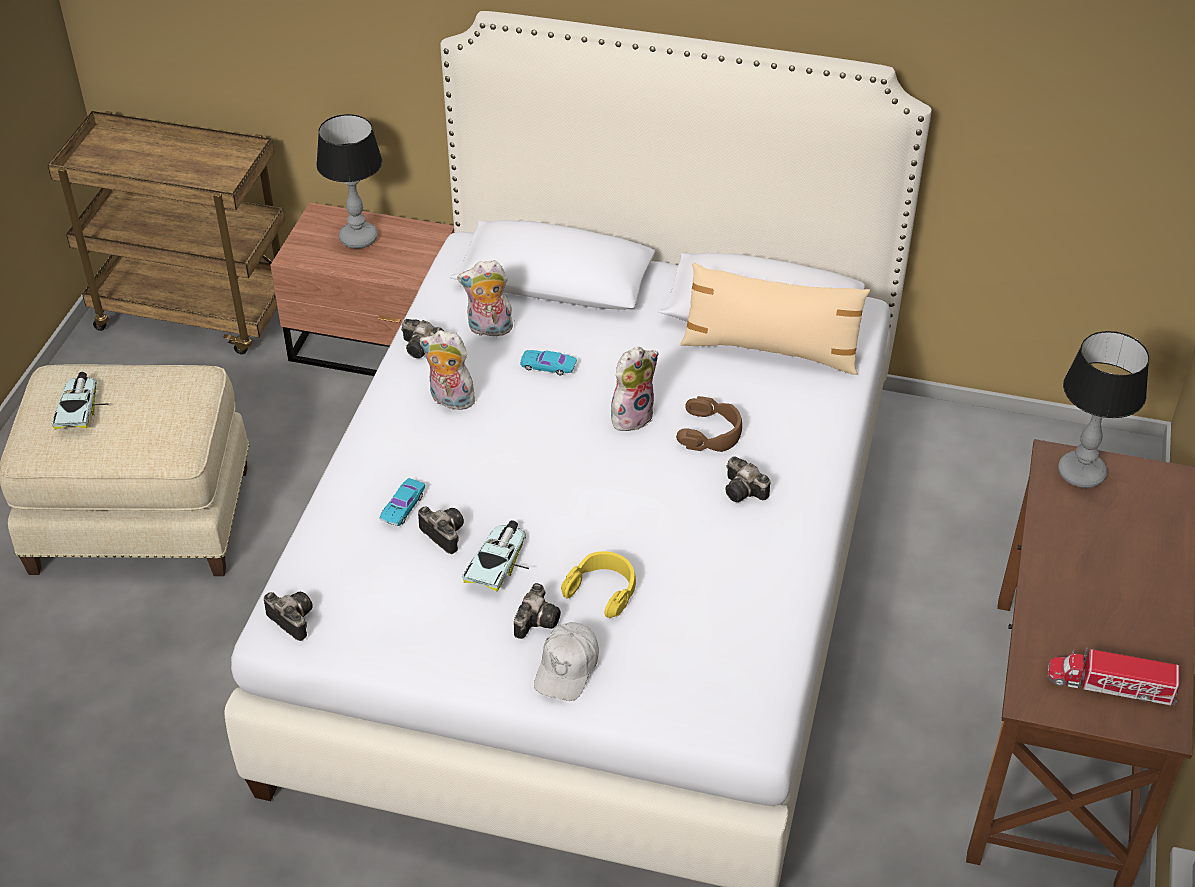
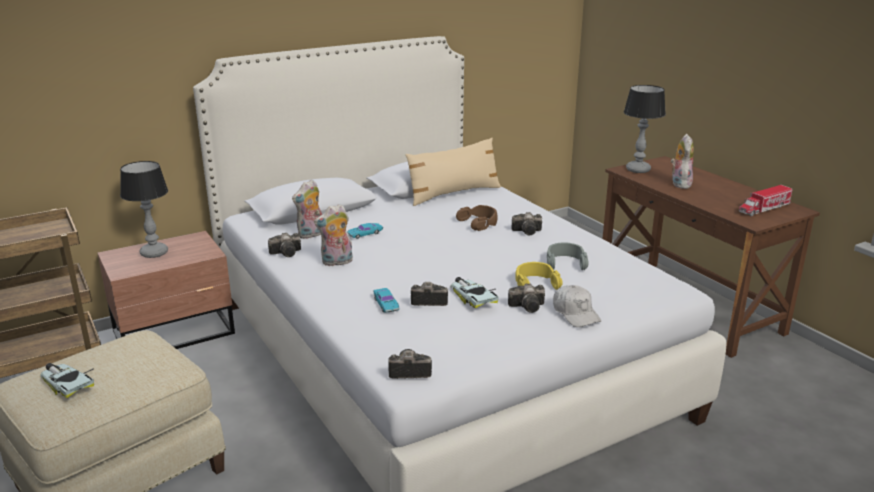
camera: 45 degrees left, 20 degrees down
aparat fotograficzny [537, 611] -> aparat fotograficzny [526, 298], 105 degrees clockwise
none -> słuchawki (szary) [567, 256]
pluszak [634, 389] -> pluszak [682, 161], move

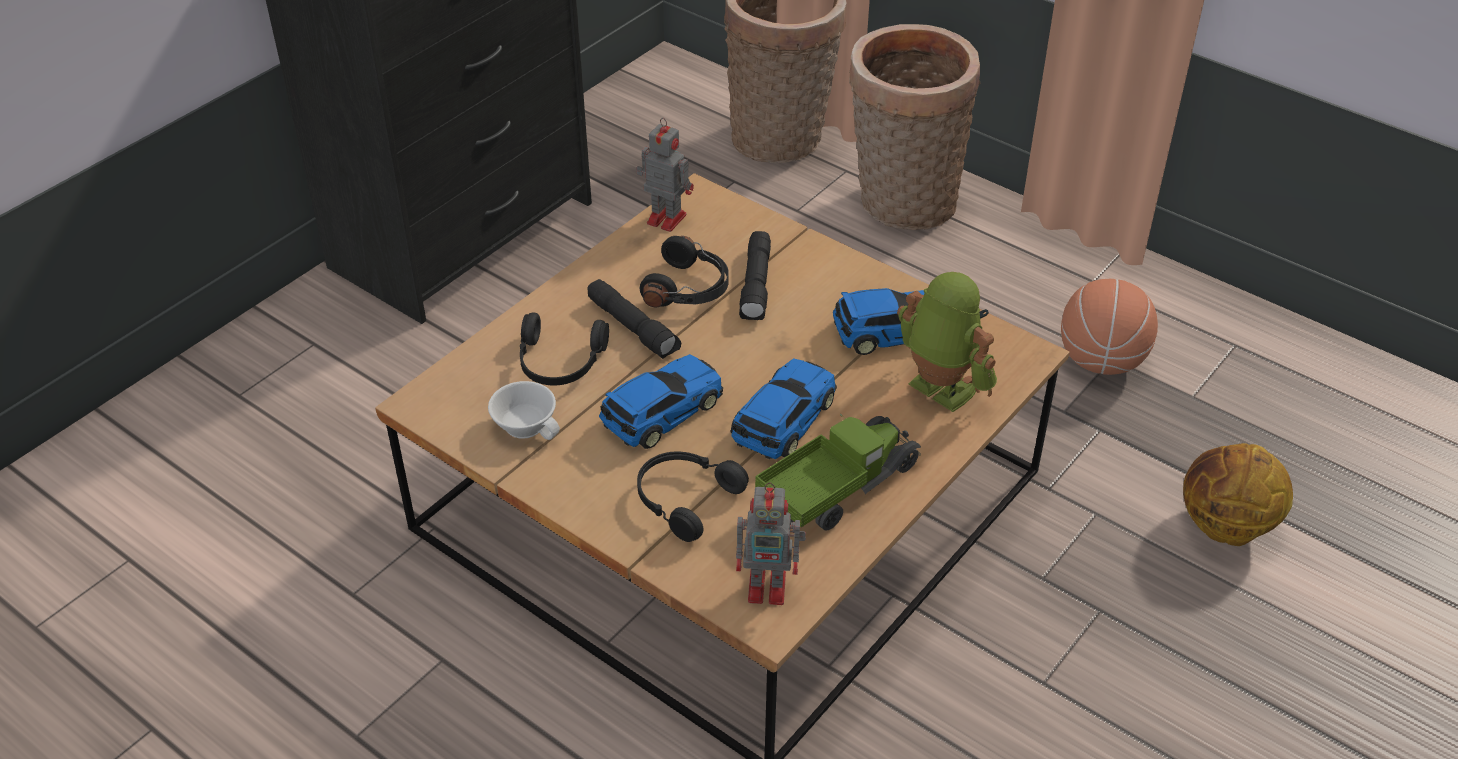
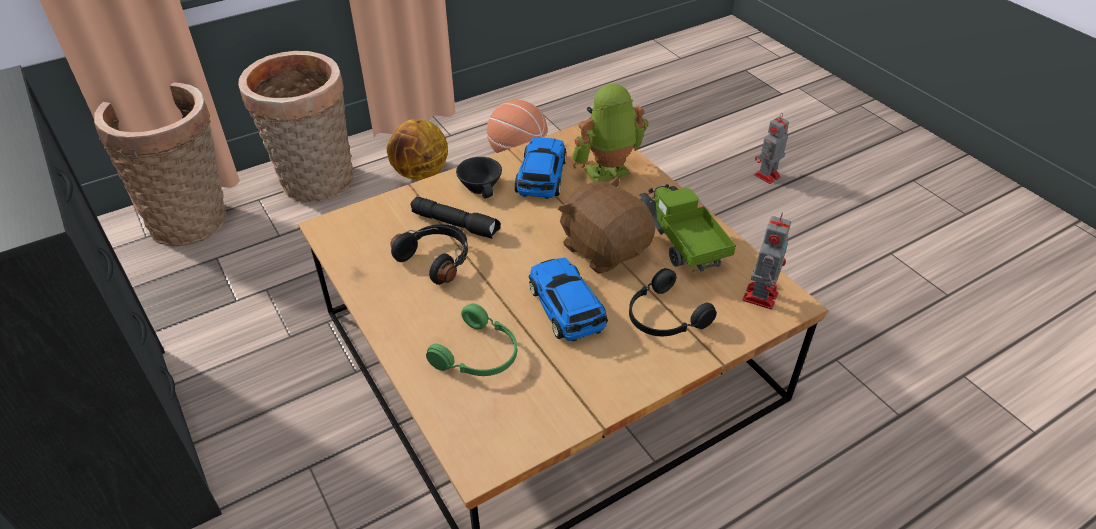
camera: 70 degrees left, 0 degrees up
piłka do koszykówki [1238, 494] -> piłka do koszykówki [417, 149], move
słuchawki (czarny) [564, 348] -> słuchawki (zielony) [471, 339]
none -> filiżanka (czarny) [479, 177]
samochodzik [783, 408] -> pluszak (brązowy) [606, 225]
robot zabawkowy [665, 175] -> robot zabawkowy [771, 148], move
filiżanka (biały) [524, 410] -> none
latarka (czarny) [634, 319] -> none

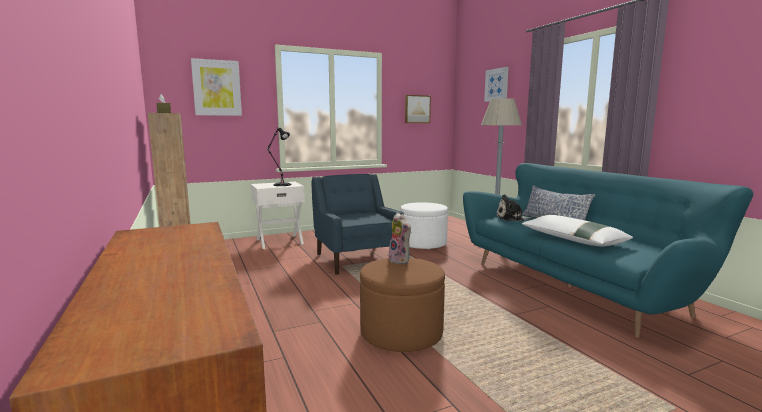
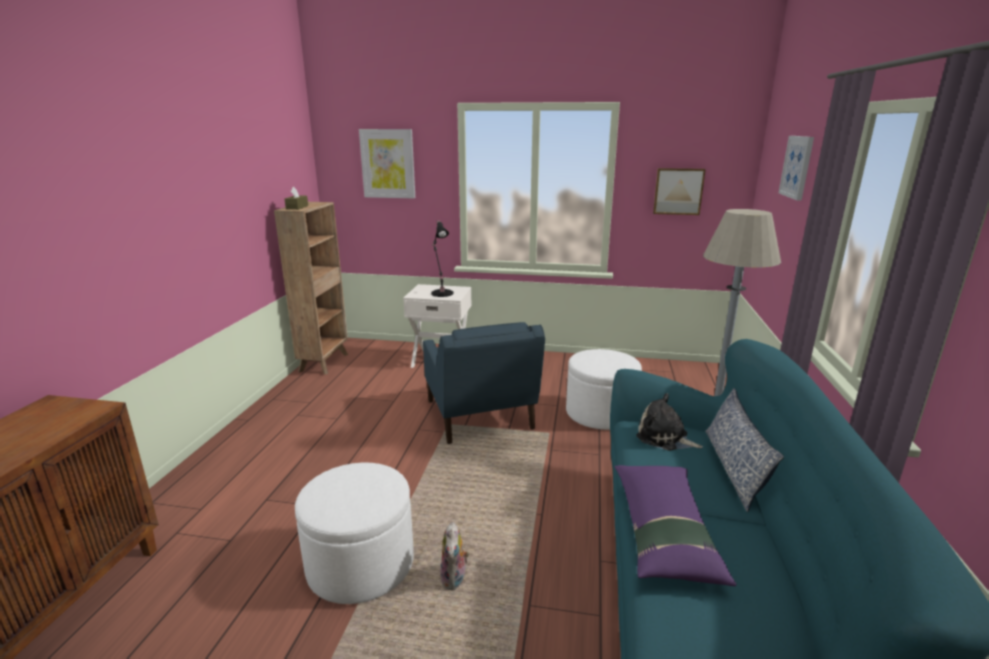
camera: 35 degrees right, 10 degrees up
pufa (brązowy) [402, 305] -> pufa (biały) [354, 533]
fotel (niebieski) [357, 224] -> fotel (niebieski) [484, 383], 150 degrees clockwise
pluszak [399, 238] -> pluszak [455, 556], move
poduszka (biały) [577, 230] -> poduszka (fioletowy) [675, 525]

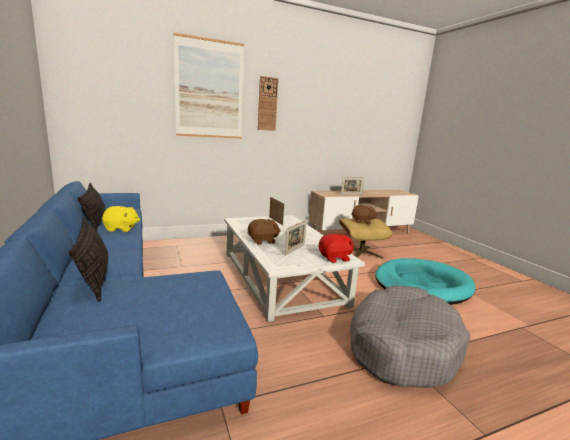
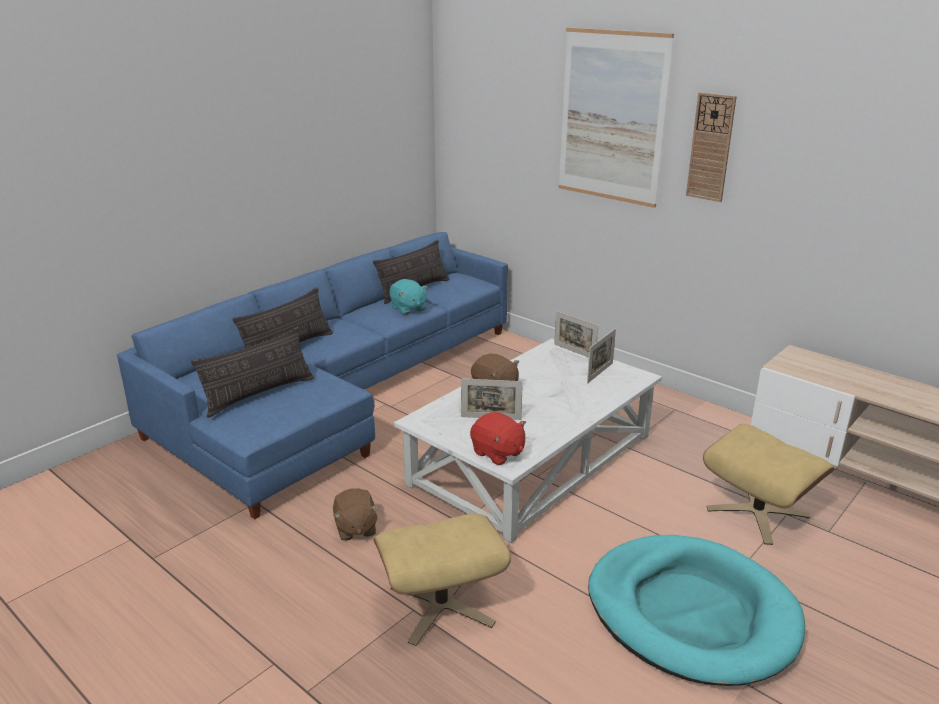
camera: 65 degrees right, 10 degrees up
none -> poduszka [252, 372]
pluszak (brązowy) [364, 214] -> pluszak (brązowy) [356, 514], move
legowisko (szary) [410, 336] -> pufa (beżowy) [442, 580]
pluszak (żółty) [121, 219] -> pluszak (turkusowy) [408, 297]
ramka na zdjęcie [352, 186] -> ramka na zdjęcie [576, 334], move

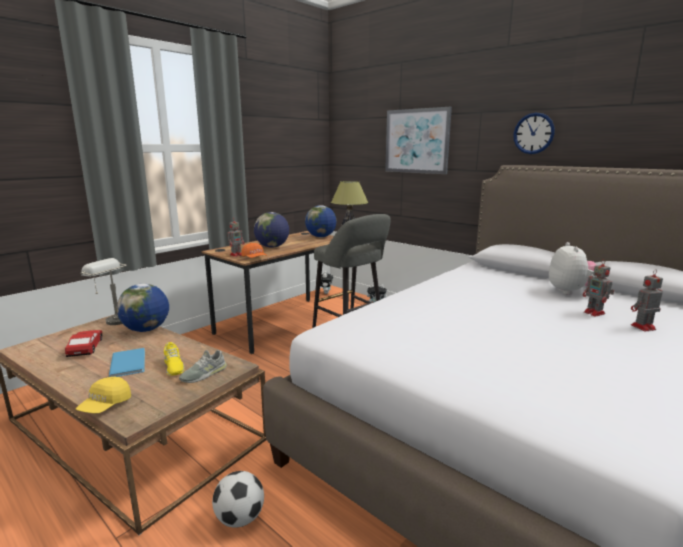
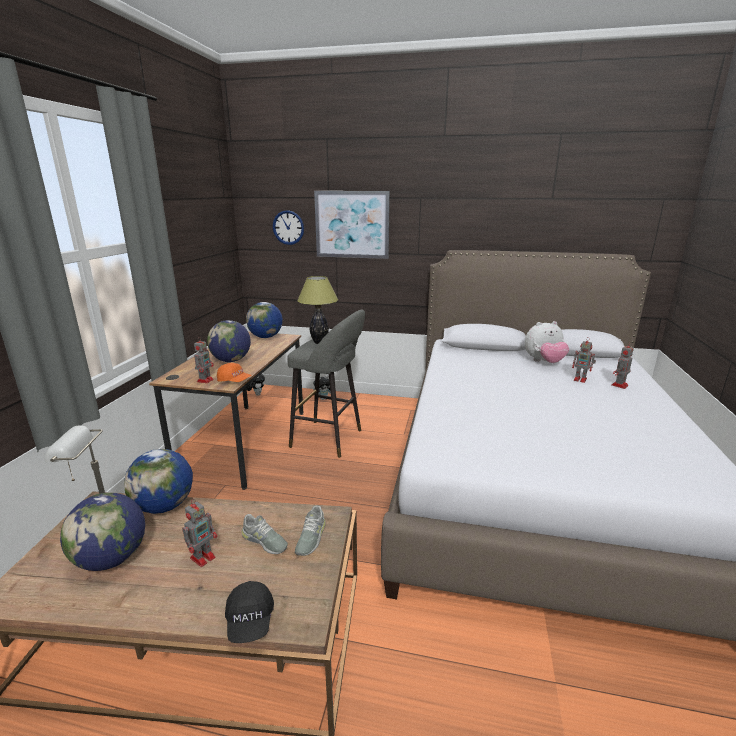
camera: 30 degrees left, 5 degrees up
samochodzik [84, 343] -> globus [102, 531]
książka (niebieski) [127, 362] -> robot zabawkowy [199, 533]
czapka z daszkiem (żółty) [103, 395] -> czapka z daszkiem (czarny) [249, 612]
but (żółty) [174, 359] -> but (szary) [265, 534]
zegar ścienny [534, 133] -> zegar ścienny [288, 227], move
pluszak [577, 268] -> pluszak [547, 342], 105 degrees clockwise
piłka futbolowa [238, 499] -> none

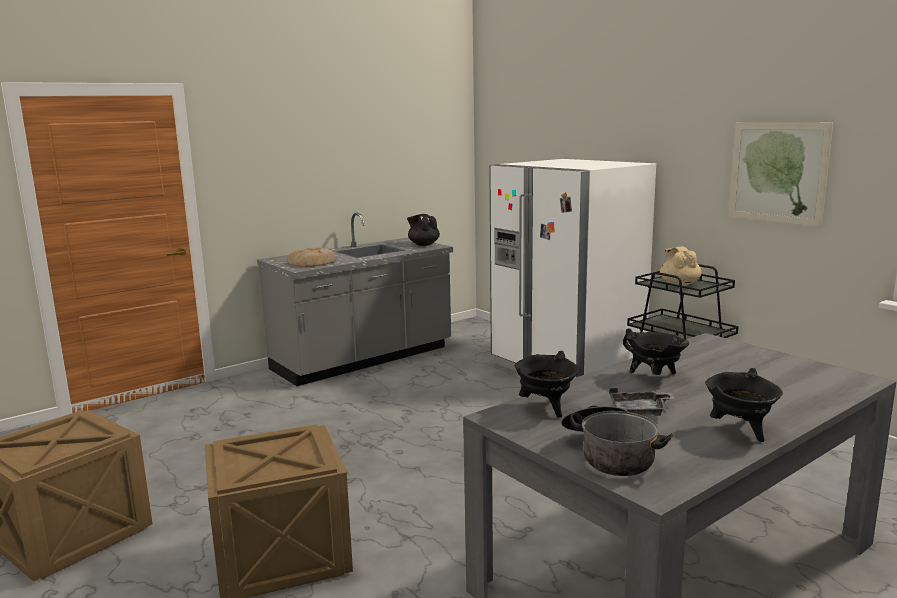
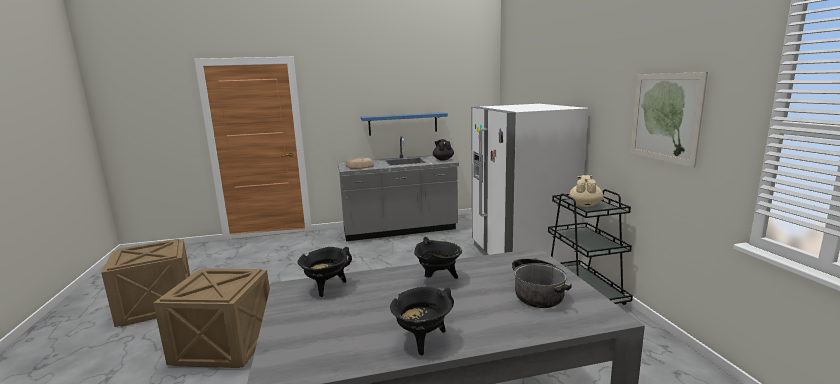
camera: 25 degrees right, 0 degrees up
none -> półka (niebieski) [404, 124]
garnek [617, 441] -> garnek [542, 283], move
taca (szary) [642, 402] -> none

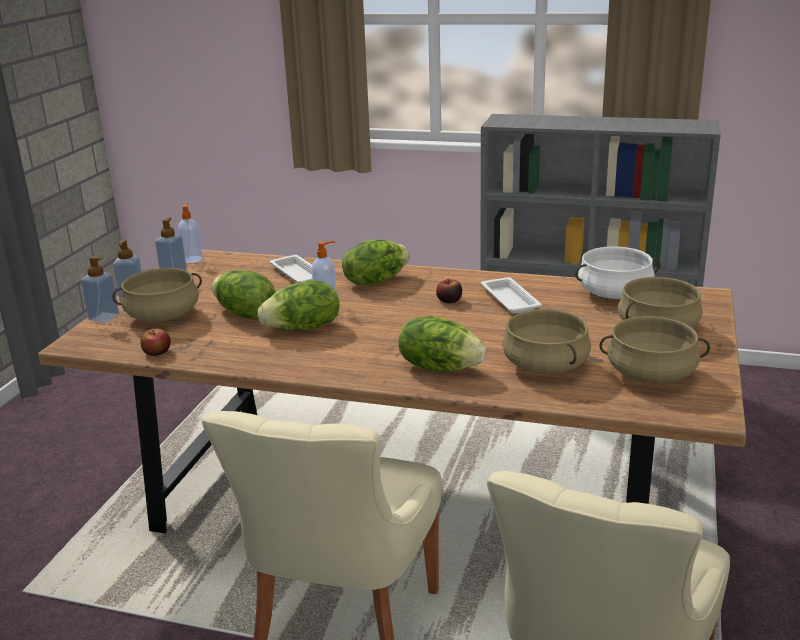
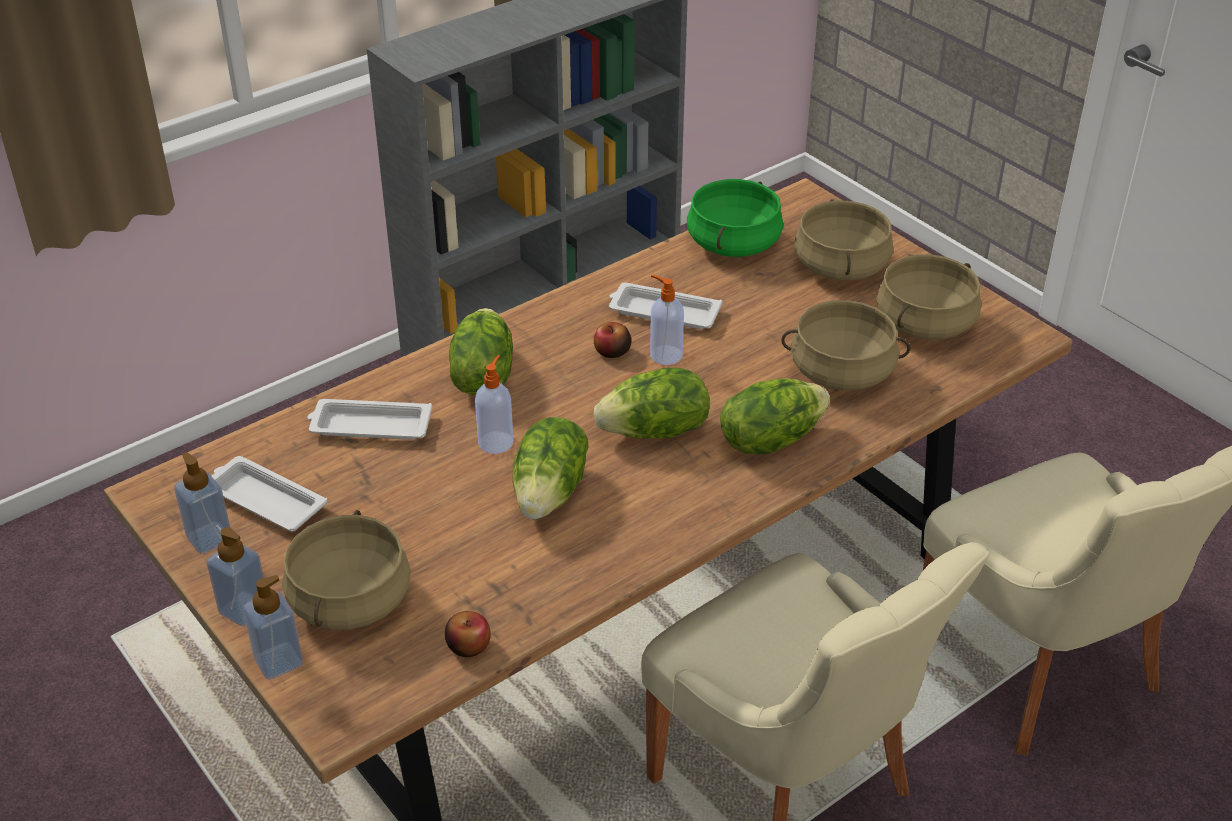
camera: 55 degrees left, 15 degrees up
none -> taca (biały) [269, 493]
sałata [244, 294] -> sałata [652, 402], move
dozownik mydła [190, 232] -> dozownik mydła [667, 320], move
garnek (biały) [617, 272] -> garnek (zielony) [735, 218]

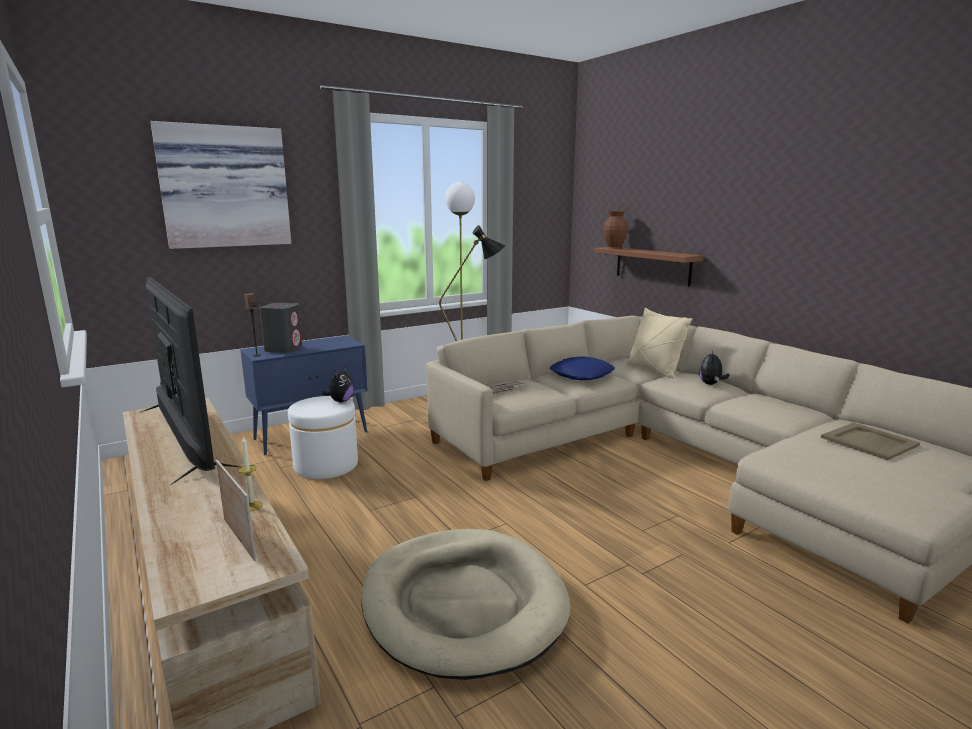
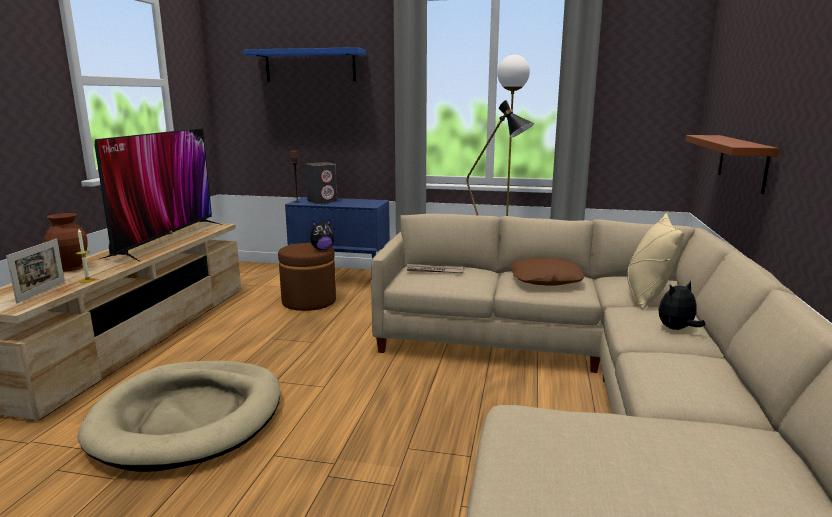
camera: 45 degrees right, 0 degrees up
wazon (brązowy) [615, 230] -> wazon (brązowy) [66, 242], move
obraz [220, 185] -> półka (niebieski) [304, 64]
pufa (biały) [323, 437] -> pufa (brązowy) [307, 277]
poduszka (niebieski) [582, 368] -> poduszka (brązowy) [547, 271]
taca (beżowy) [870, 441] -> none

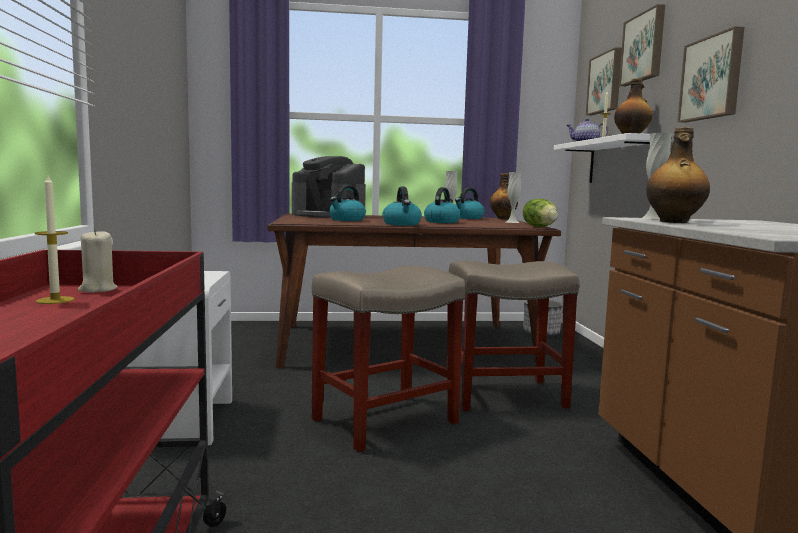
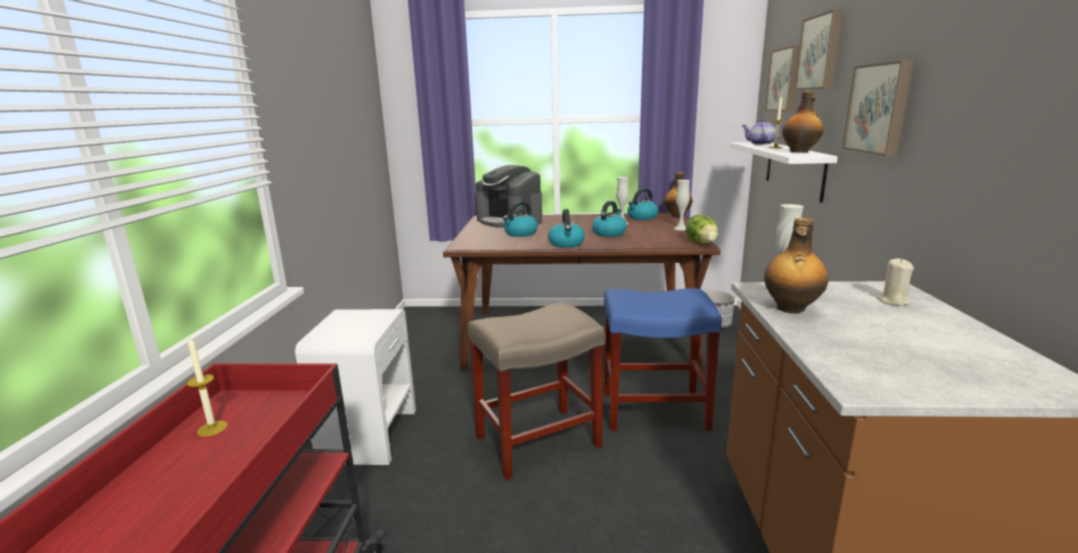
camera: 10 degrees right, 10 degrees up
stołek (beżowy) [512, 336] -> stołek (niebieski) [663, 359]
świeca (beżowy) [97, 261] -> świeca (beżowy) [895, 282], move

